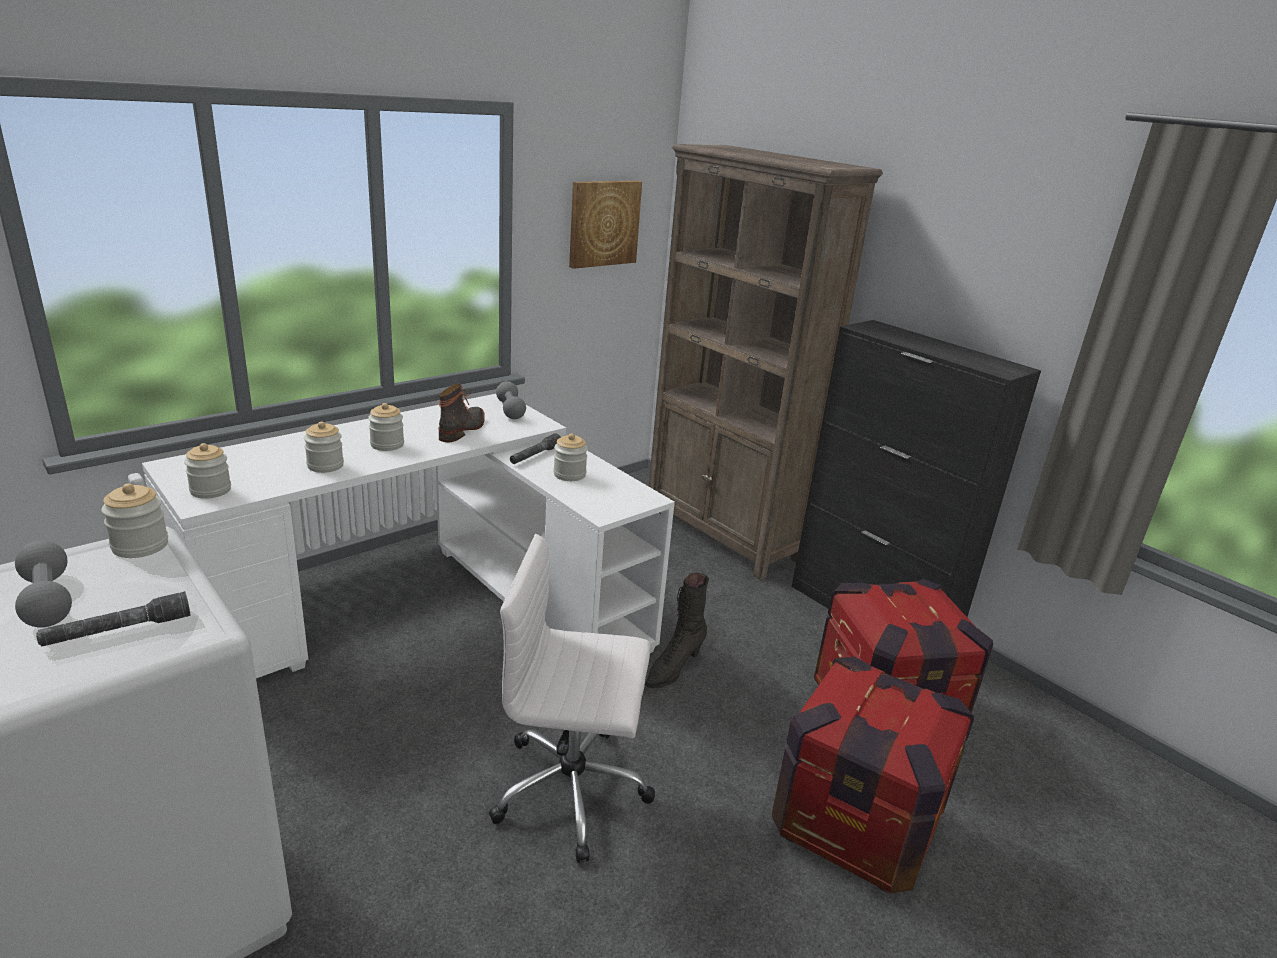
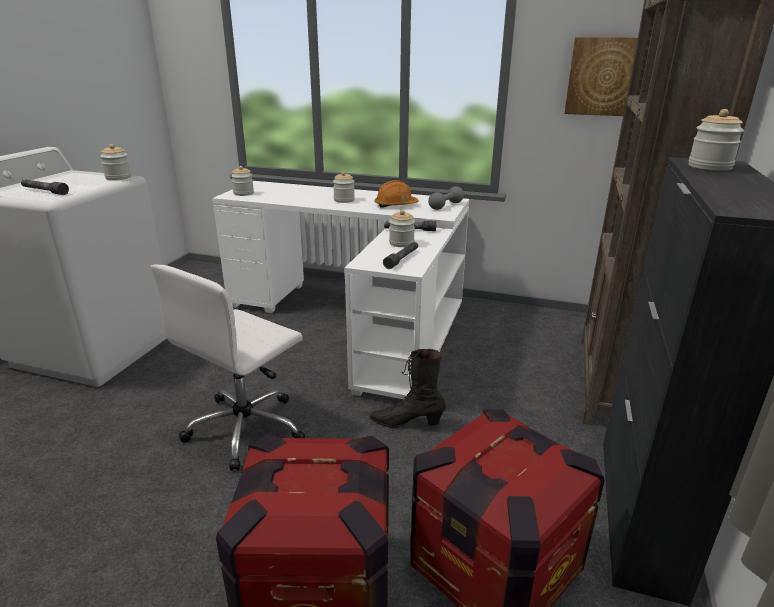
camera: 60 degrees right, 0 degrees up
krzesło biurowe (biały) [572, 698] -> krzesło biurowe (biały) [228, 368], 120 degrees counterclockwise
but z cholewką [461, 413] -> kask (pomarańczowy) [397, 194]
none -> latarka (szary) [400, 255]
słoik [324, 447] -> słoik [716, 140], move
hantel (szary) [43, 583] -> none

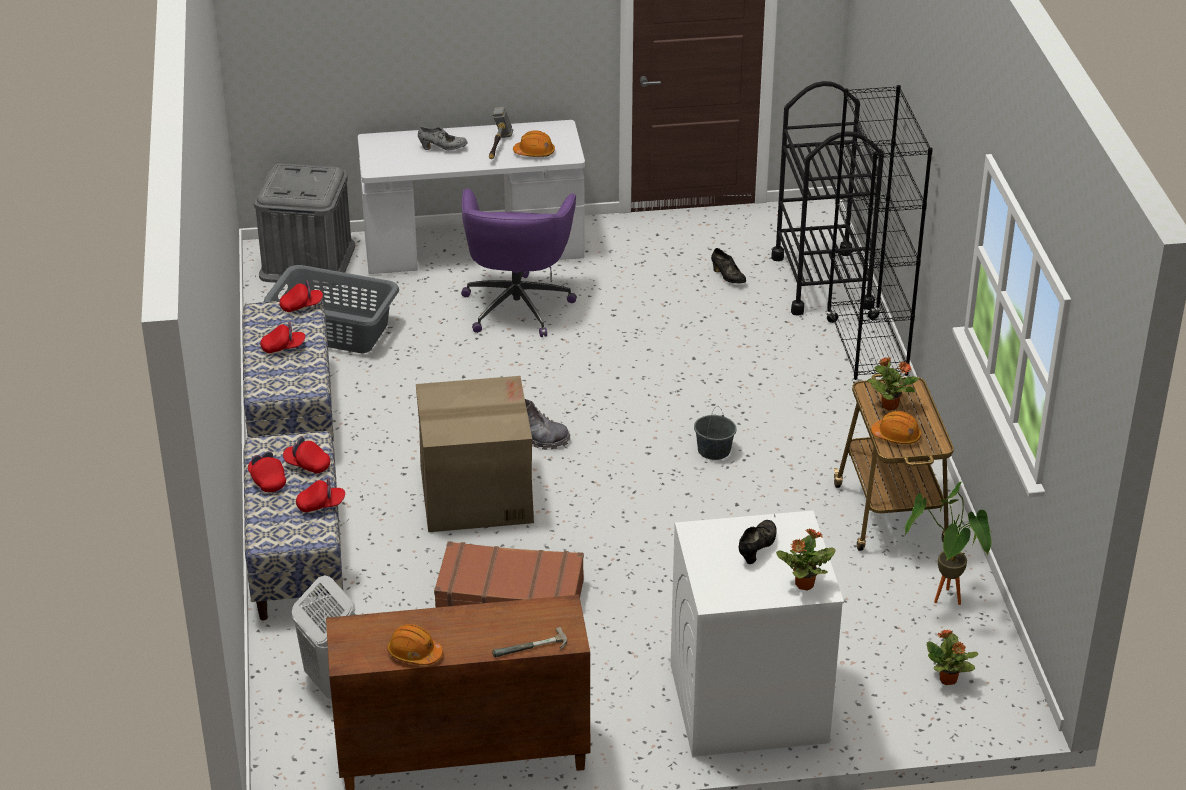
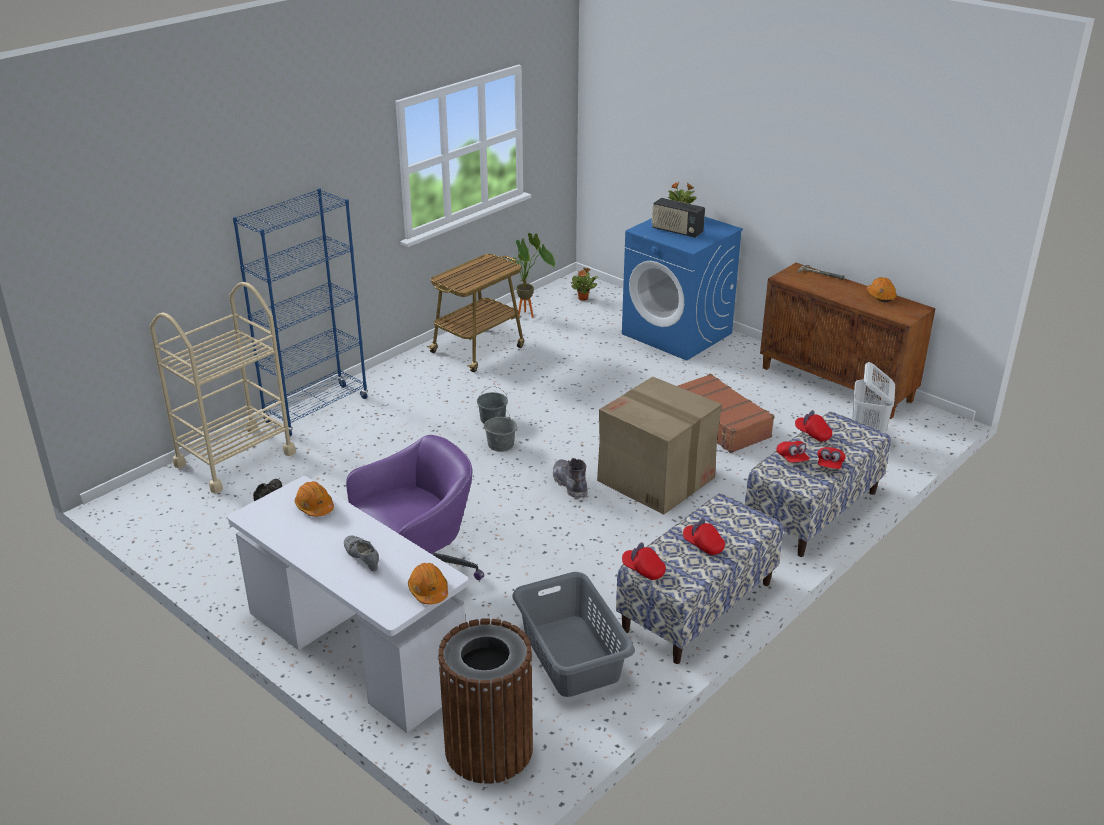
camera: 130 degrees left, 5 degrees down
wózek (czarny) [827, 198] -> wózek (beżowy) [223, 387]
regał (czarny) [879, 234] -> regał (niebieski) [300, 312]
kask (pomarańczowy) [896, 427] -> kask (pomarańczowy) [428, 583], move
pojemnik do przechowywania (szary) [304, 224] -> kosz na śmieci (brązowy) [485, 701]
none -> wiadro (szary) [500, 431]
pralka (biały) [757, 633] -> pralka (niebieski) [682, 289]
but (czarny) [758, 542] -> radio [678, 218]
młotek [501, 133] -> none
roślina doniczkowa [893, 384] -> none

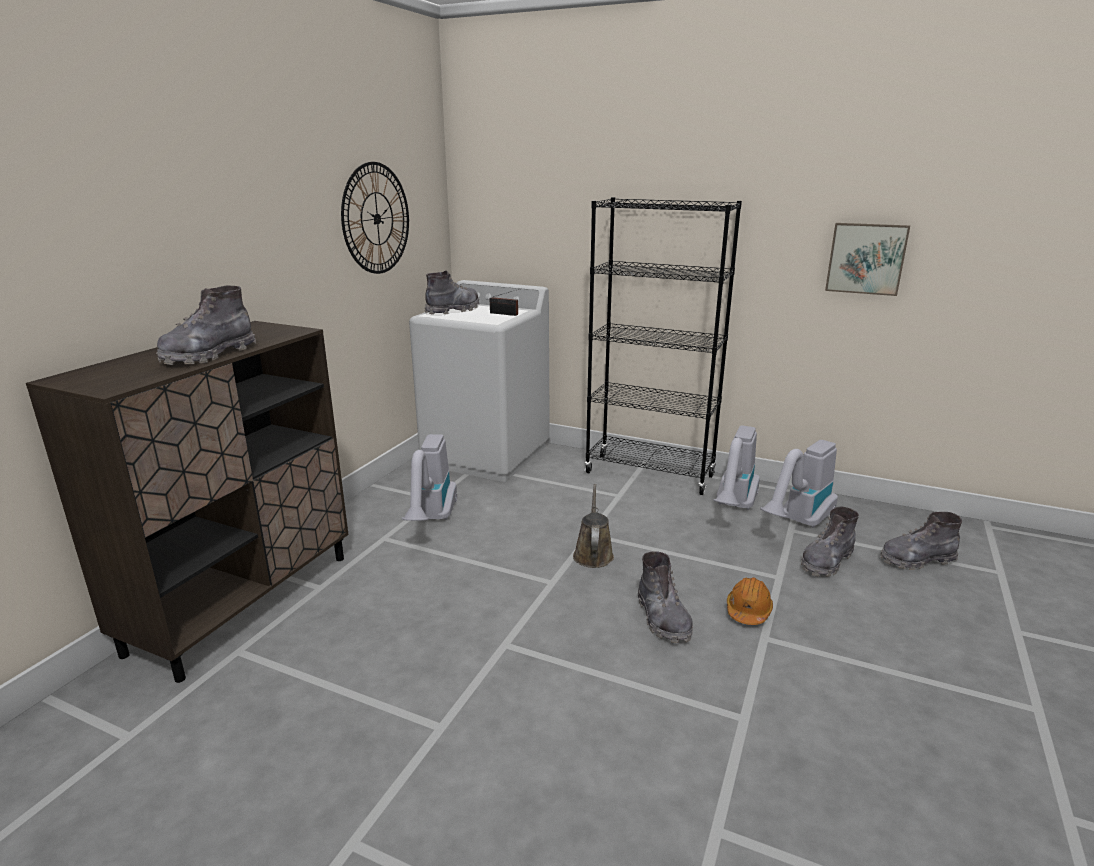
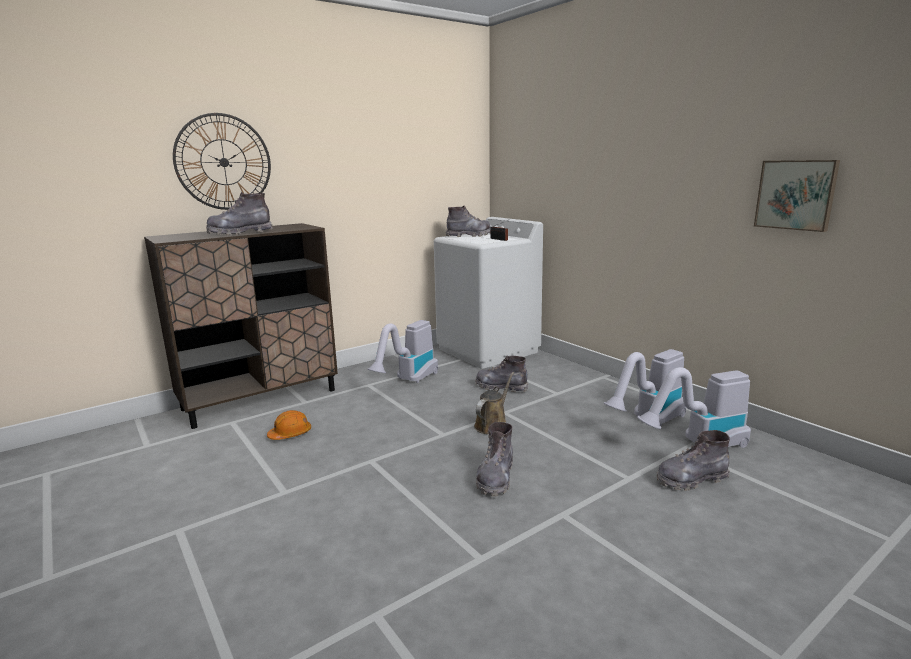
camera: 30 degrees right, 5 degrees down
zegar ścienny [375, 218] -> zegar ścienny [222, 161], move
kask (pomarańczowy) [750, 601] -> kask (pomarańczowy) [289, 425], move
but z cholewką (szary) [921, 541] -> but z cholewką (szary) [501, 374], move
regał (czarny) [663, 346] -> none

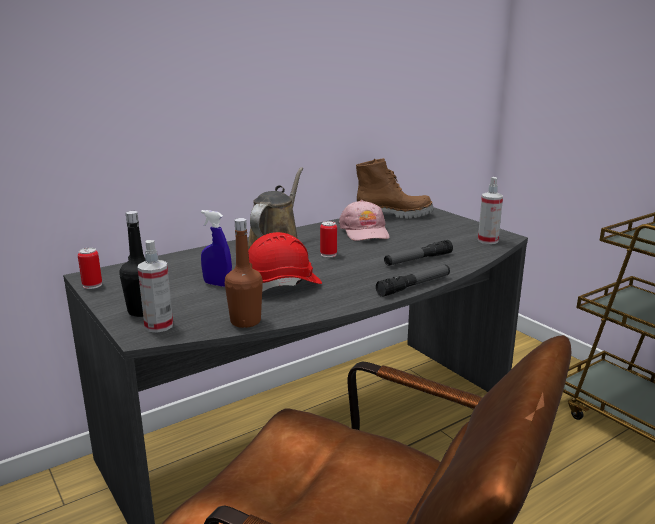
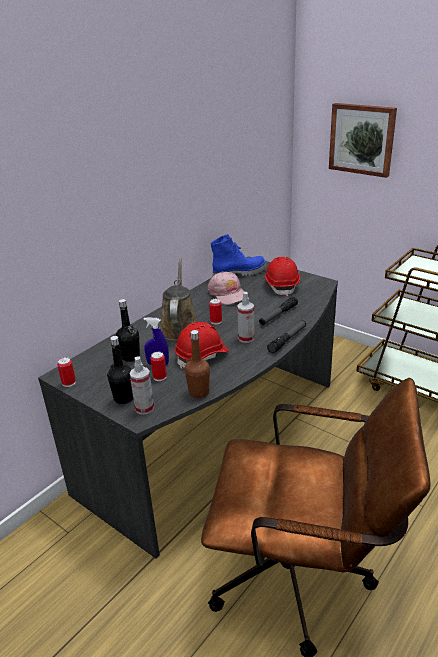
camera: 15 degrees left, 10 degrees up
none -> butelka (czarny) [128, 330]
none -> puszka [159, 366]
but z cholewką (brązowy) [395, 188] -> but z cholewką (niebieski) [239, 255]
spryskiwacz [490, 210] -> spryskiwacz [246, 317], move
none -> kask (czerwony) [282, 276]
none -> obraz [363, 140]

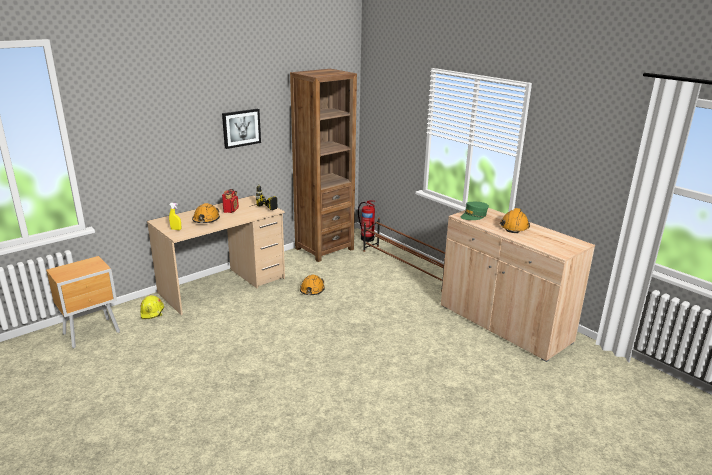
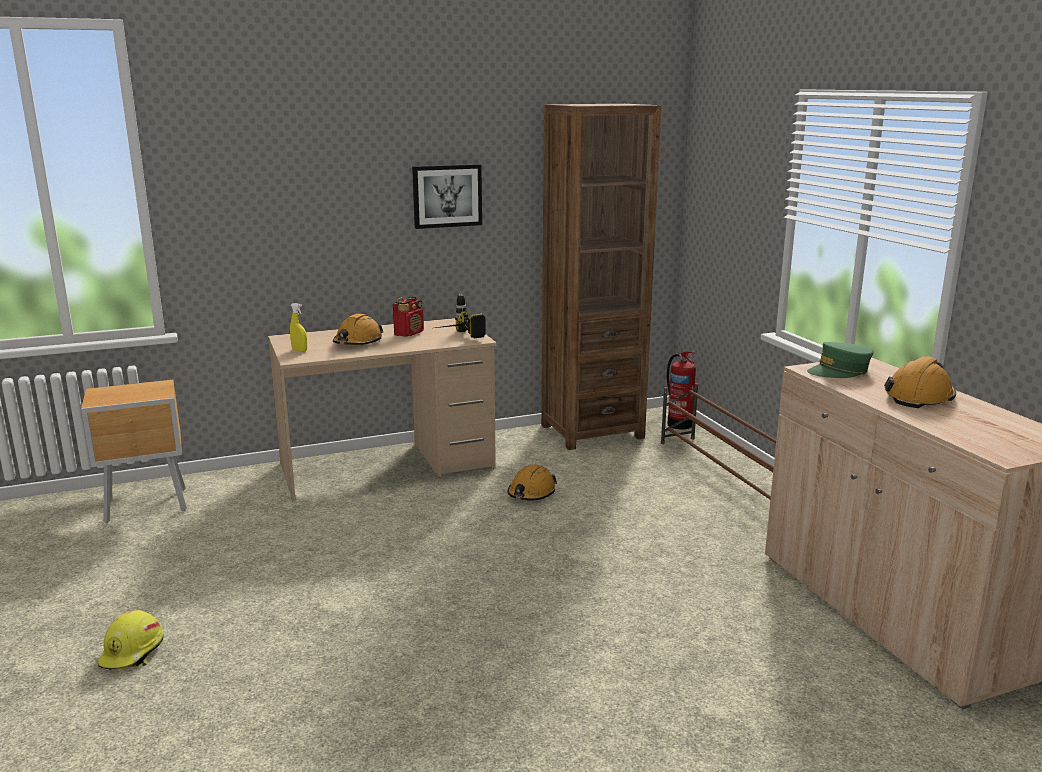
camera: 20 degrees right, 5 degrees down
kask (żółty) [152, 307] -> kask (żółty) [131, 640], move

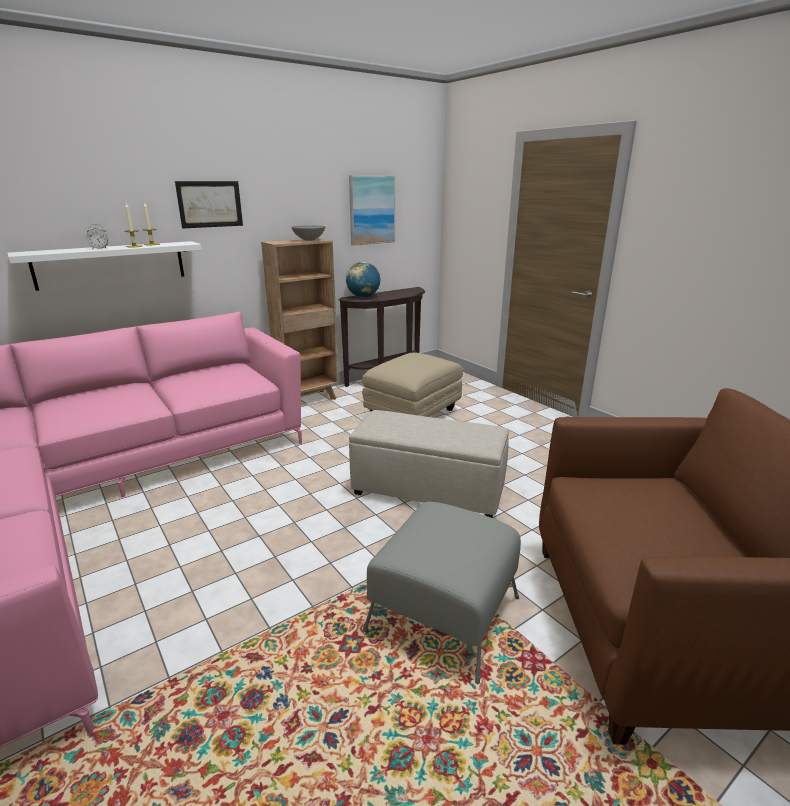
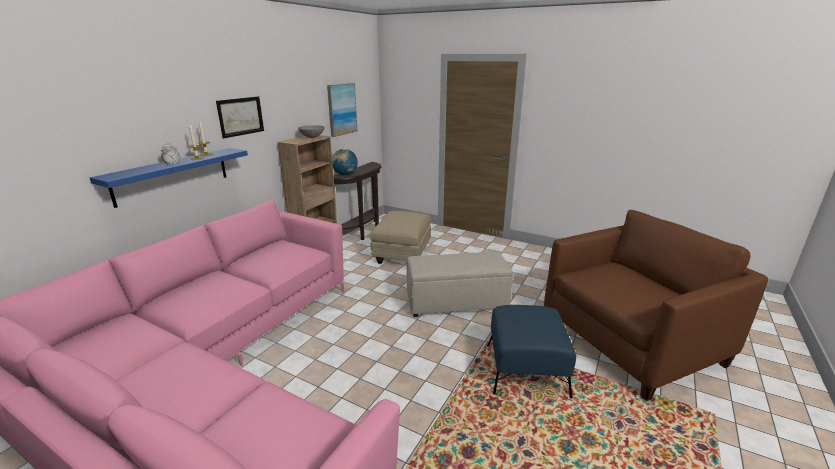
camera: 25 degrees left, 0 degrees up
półka (biały) [104, 266] -> półka (niebieski) [169, 178]
pufa (szary) [442, 593] -> pufa (niebieski) [531, 352]

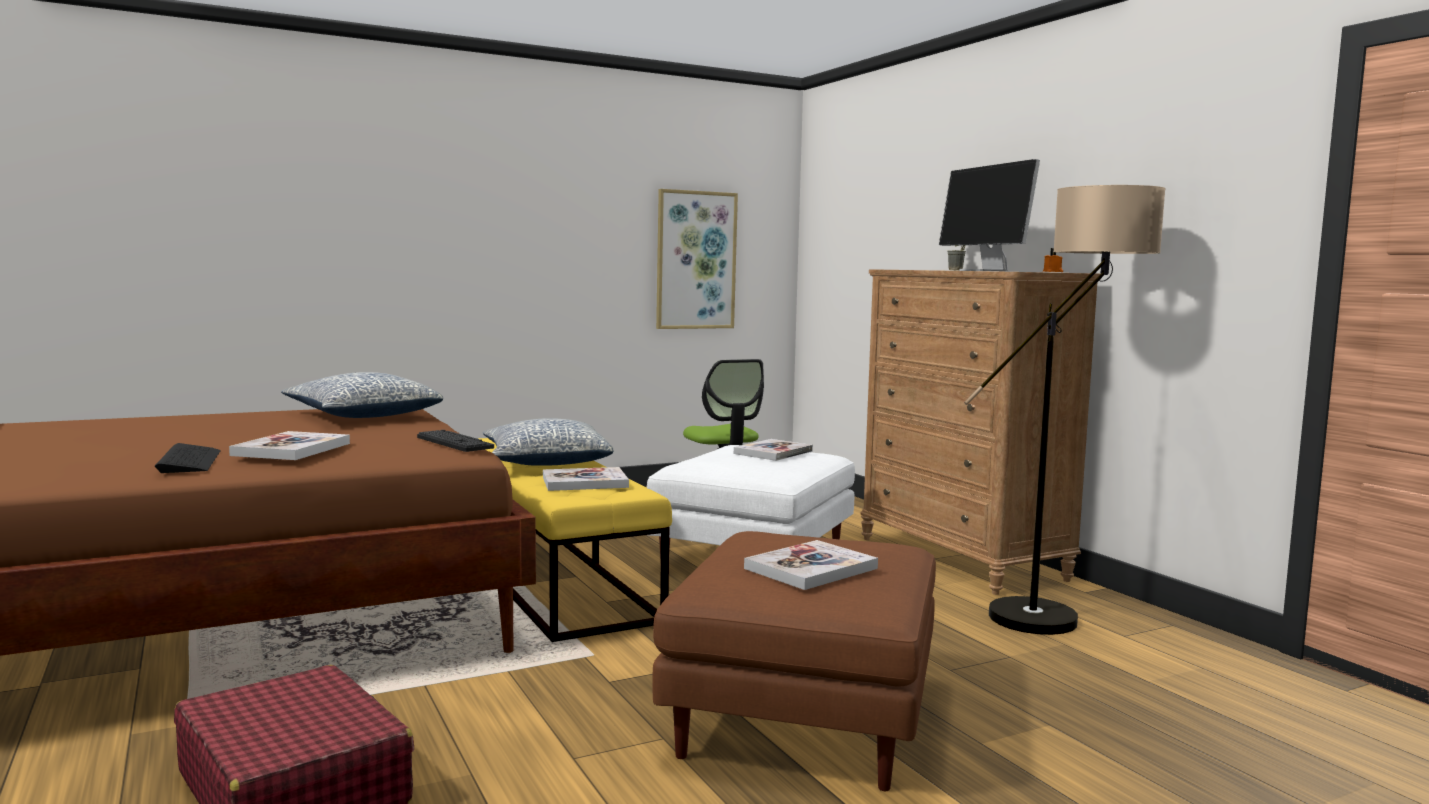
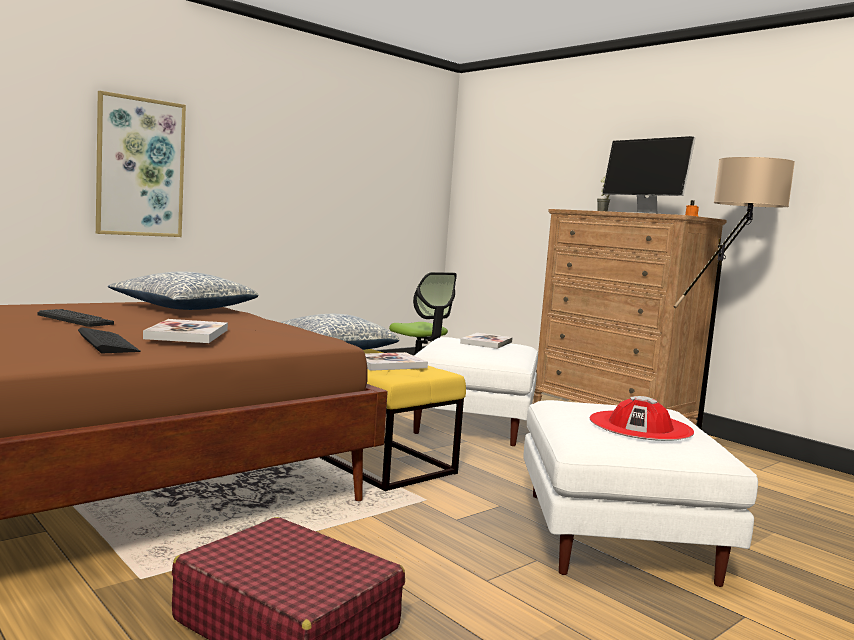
camera: 15 degrees left, 0 degrees up
klawiatura [455, 441] -> klawiatura [75, 318], move
obraz [697, 259] -> obraz [141, 164], move
pufa (brązowy) [794, 661] -> pufa (biały) [640, 493]
książka [811, 565] -> kapelusz (czerwony) [642, 418]

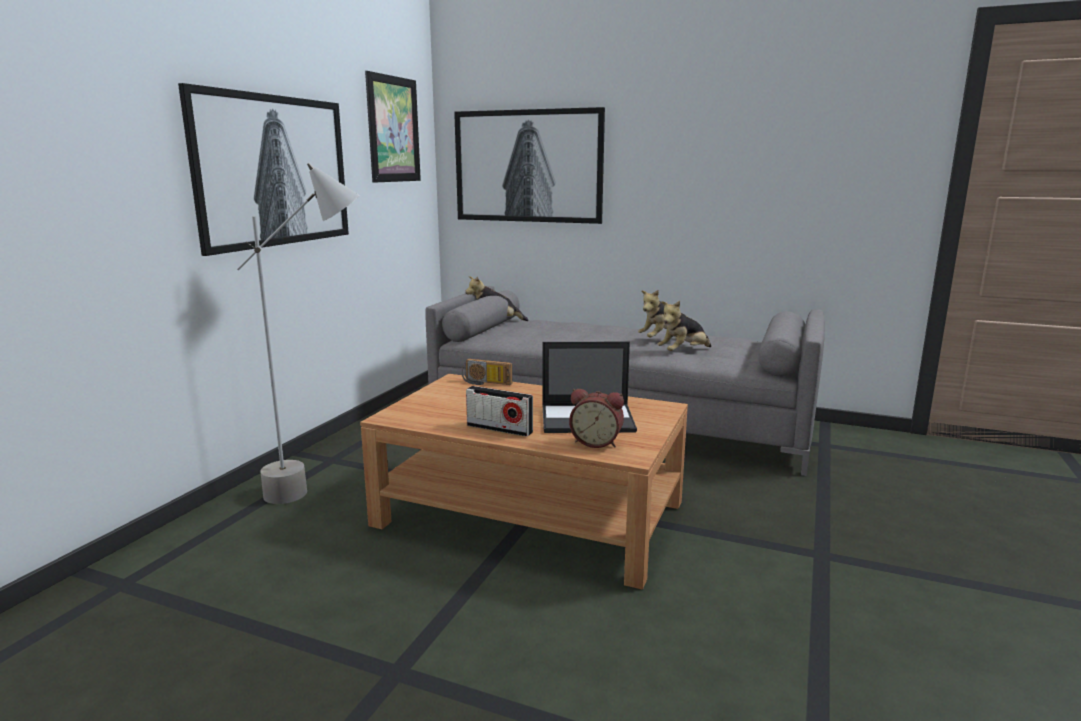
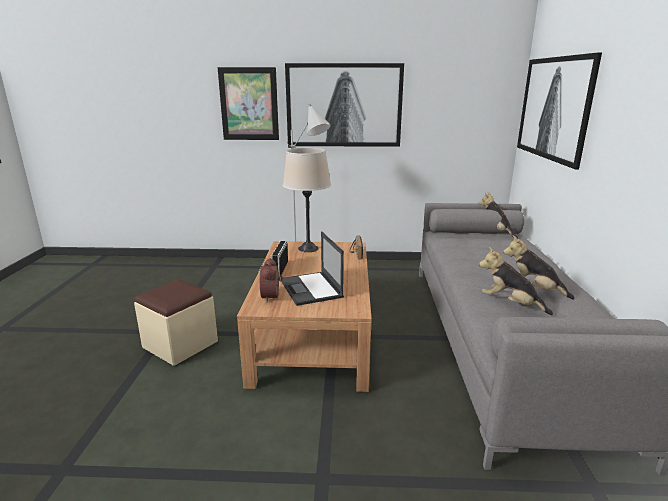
camera: 70 degrees right, 5 degrees up
none -> pufa (beżowy) [176, 322]
obraz [393, 127] -> obraz [248, 103], move
none -> lampa stołowa (beżowy) [307, 200]

